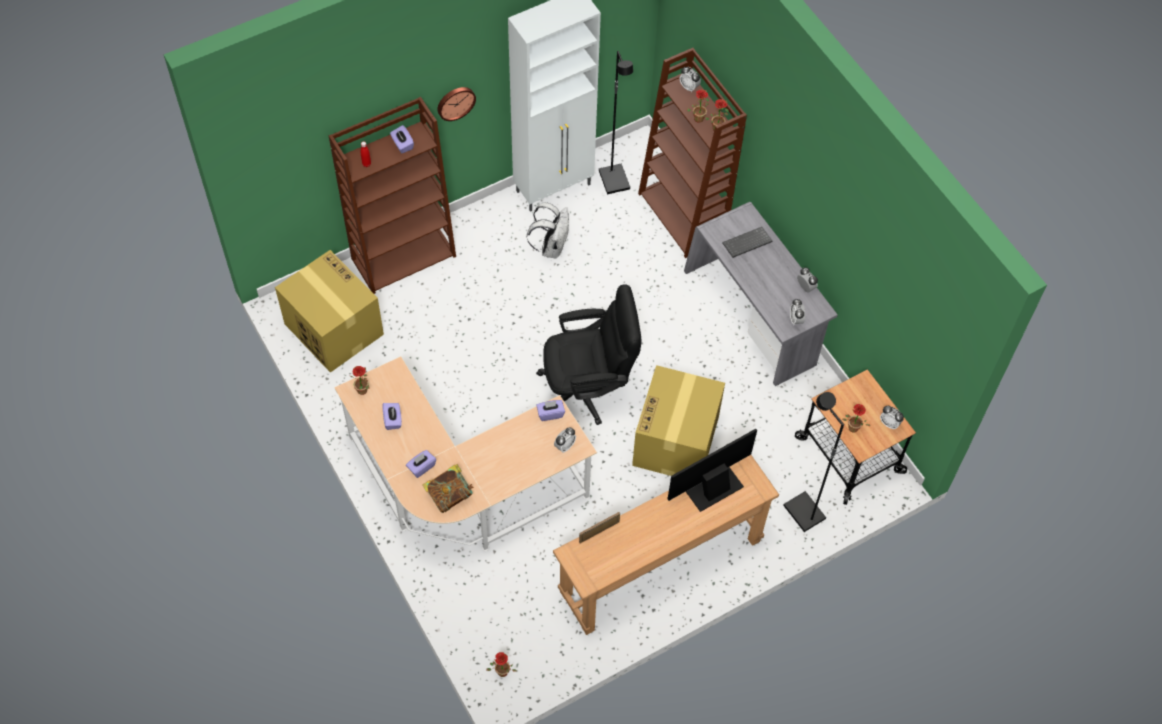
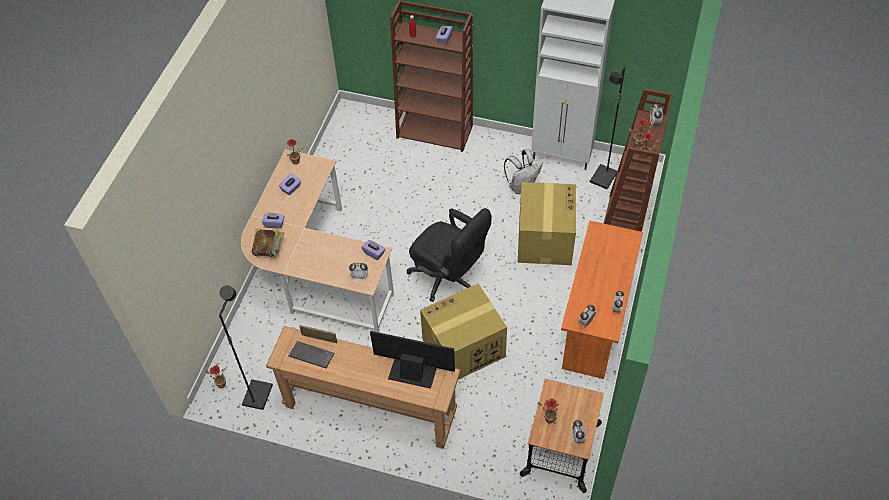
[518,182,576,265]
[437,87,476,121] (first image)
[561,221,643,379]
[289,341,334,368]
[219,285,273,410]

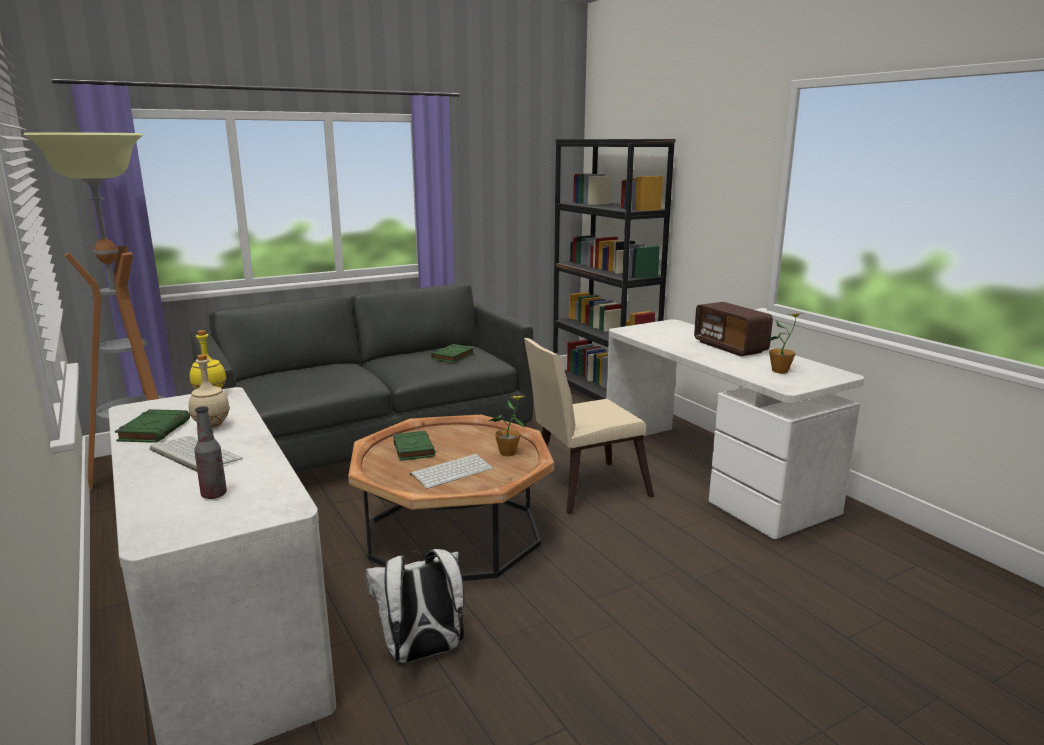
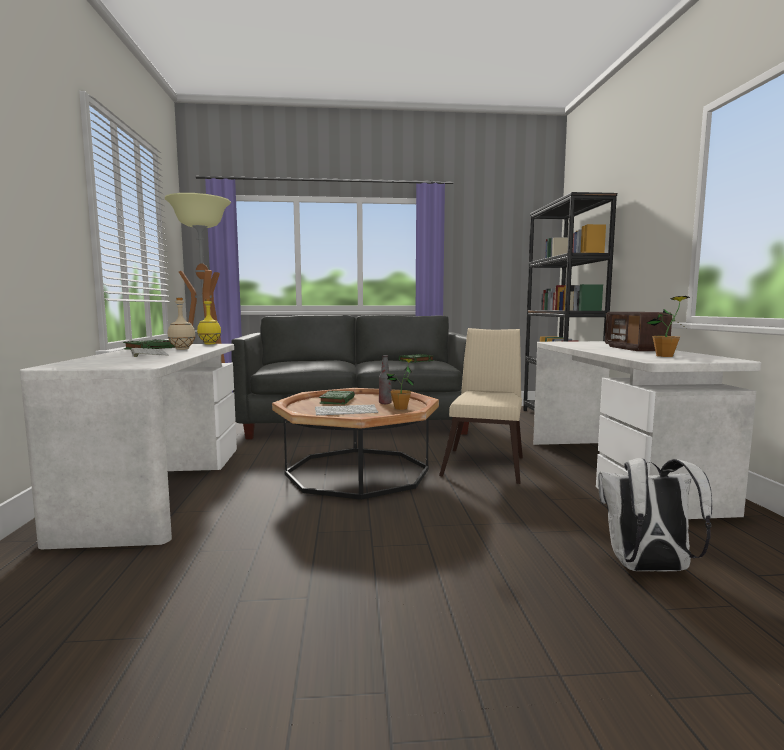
[379,355,392,404]
[598,458,712,572]
[439,328,523,484]

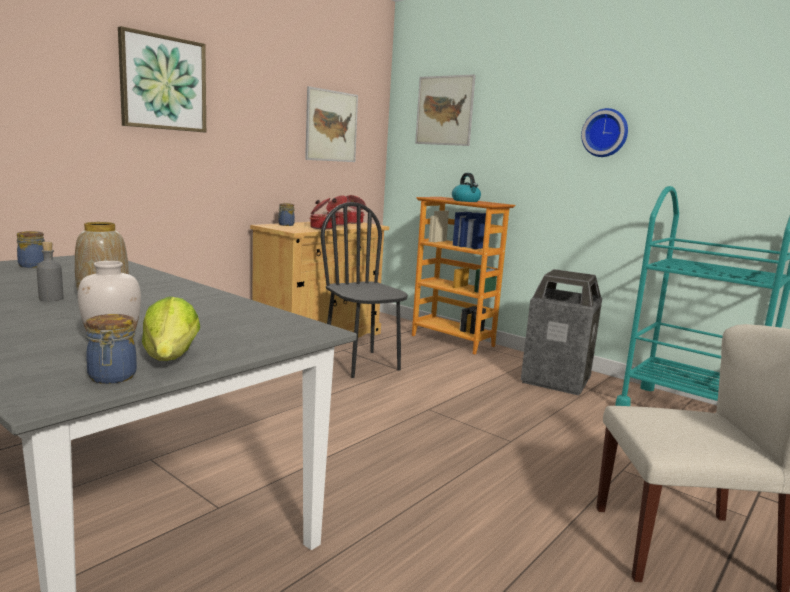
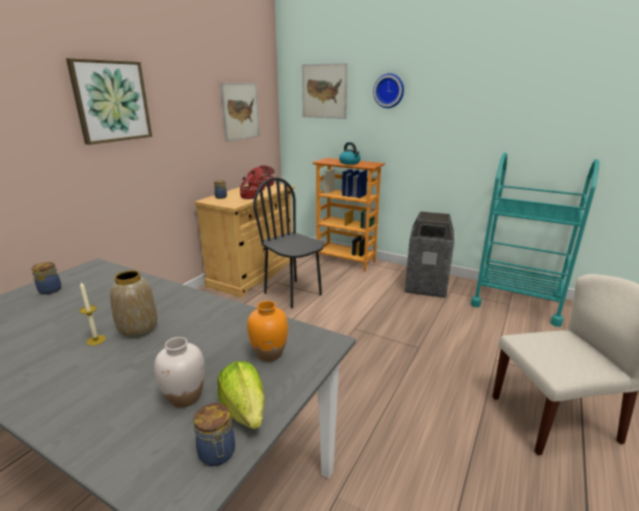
[79,282,106,346]
[373,73,404,108]
[247,301,288,362]

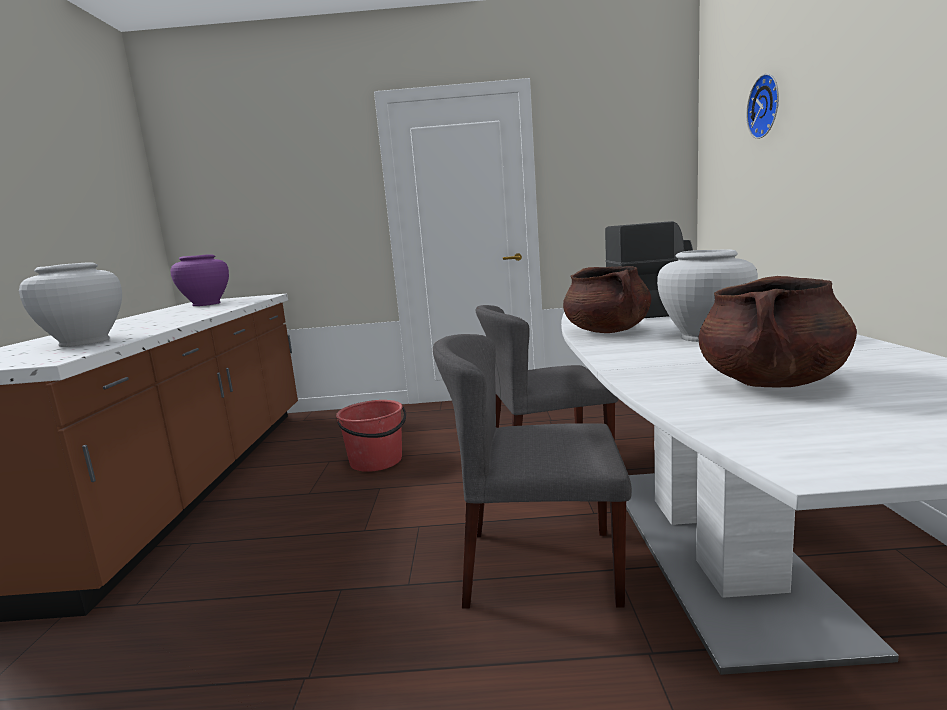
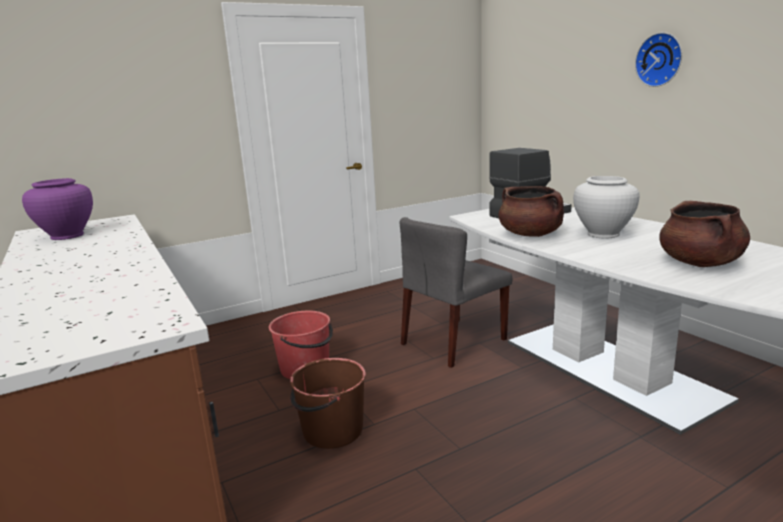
[19,262,122,347] (first image)
[433,334,632,609] (first image)
[635,32,682,87]
[290,358,366,449]

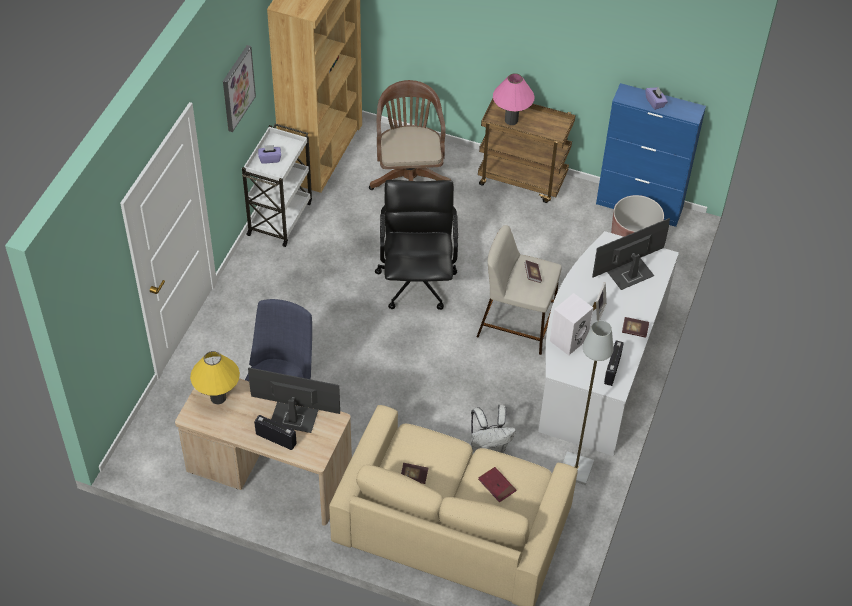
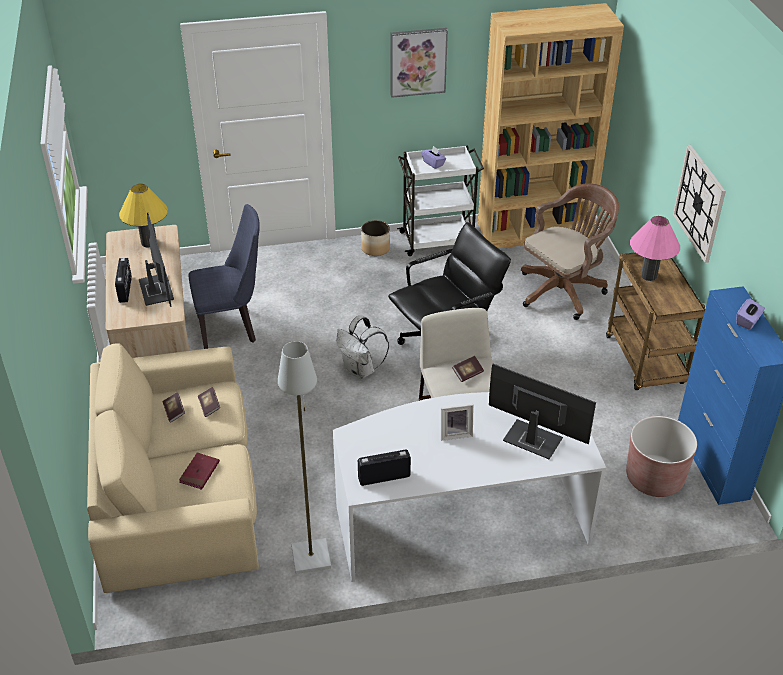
[337,315,389,379]
[550,293,593,355] (first image)
[198,387,220,417]
[361,220,390,256]
[673,145,726,263]

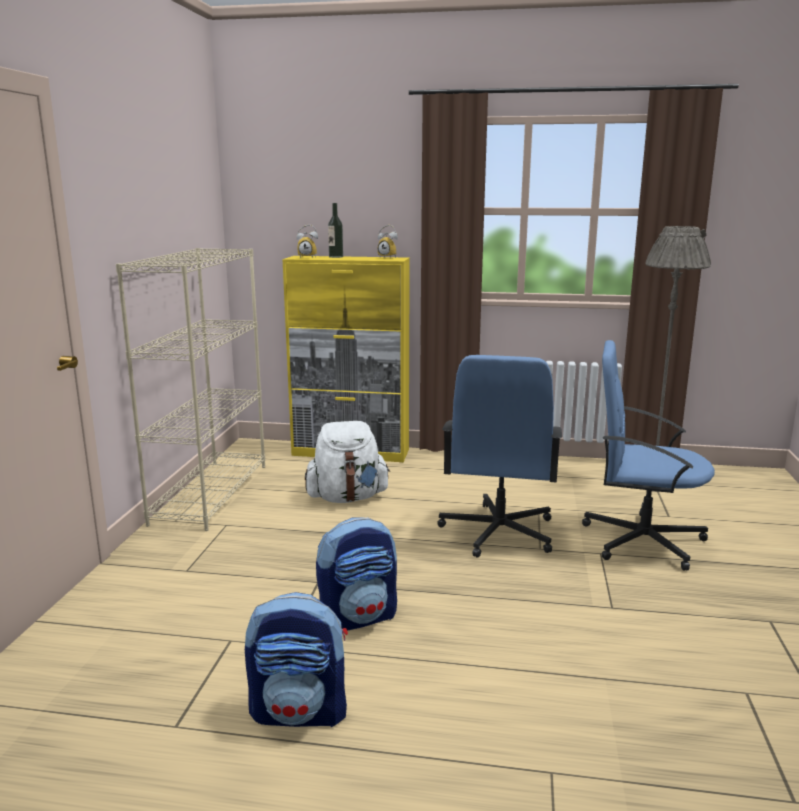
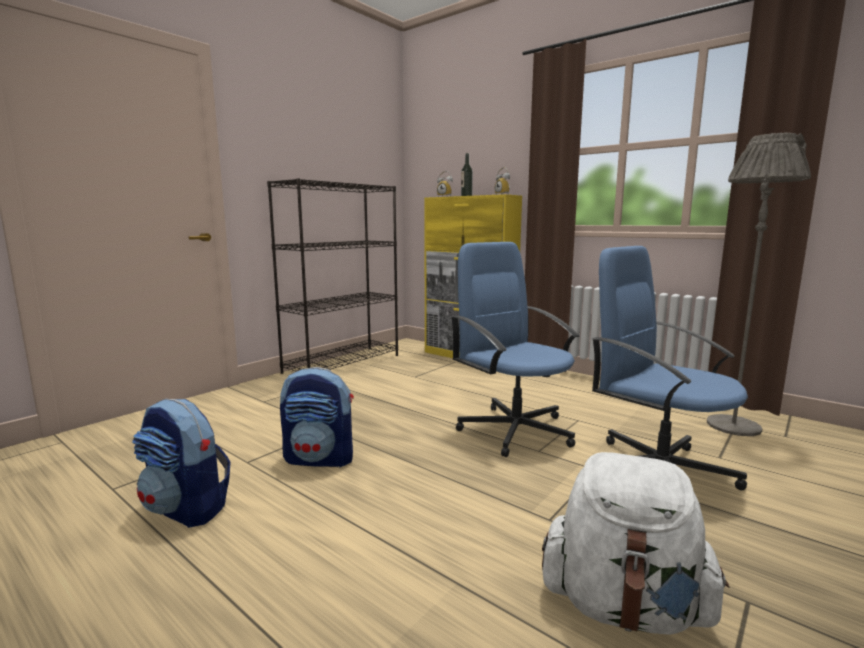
[267,178,398,374]
[542,452,730,635]
[450,242,579,457]

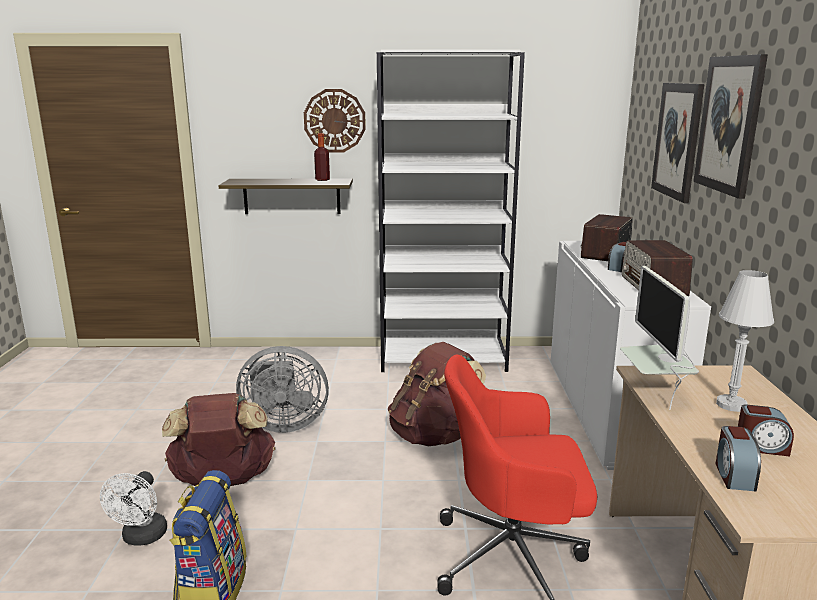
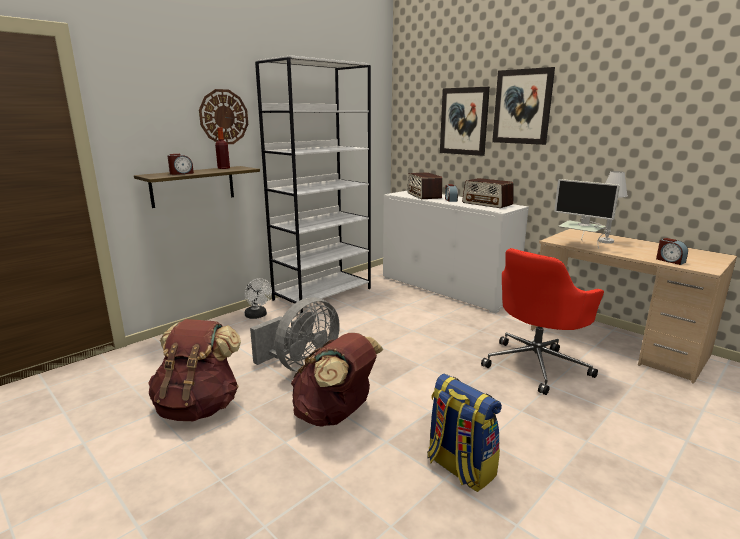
[245,278,272,319]
[148,319,241,421]
[167,154,194,175]

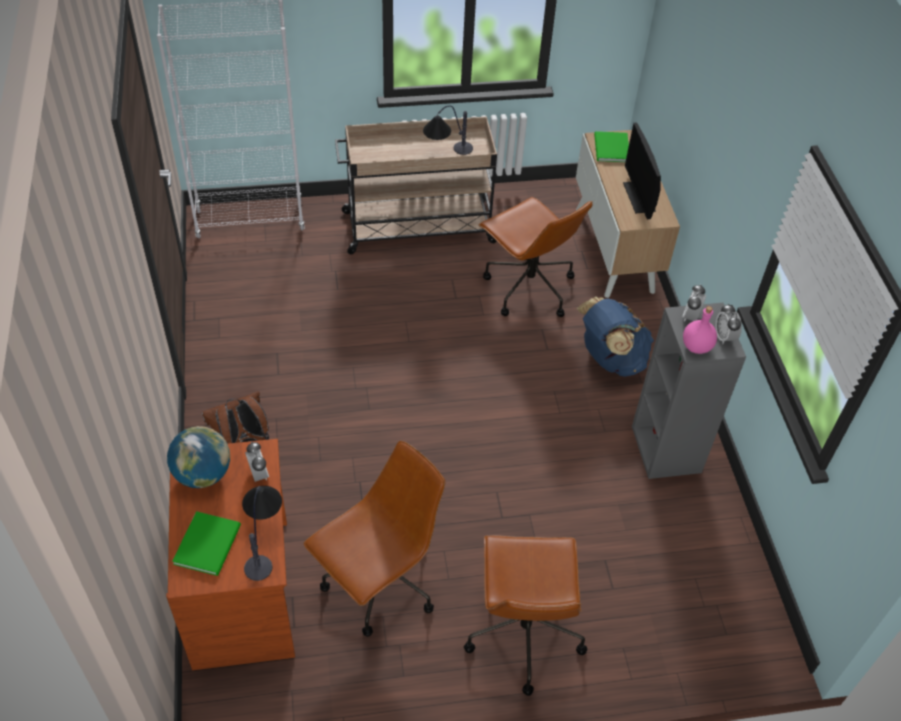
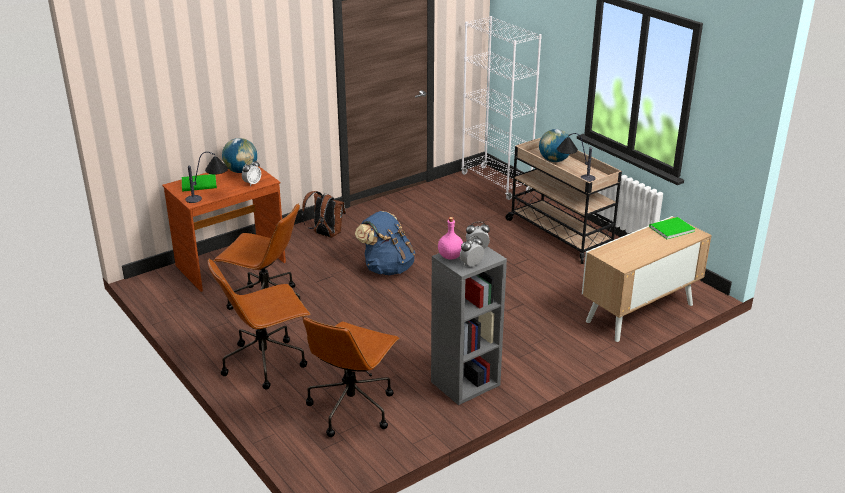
[303,317,399,437]
[355,211,415,275]
[623,123,661,219] (first image)
[539,129,571,162]

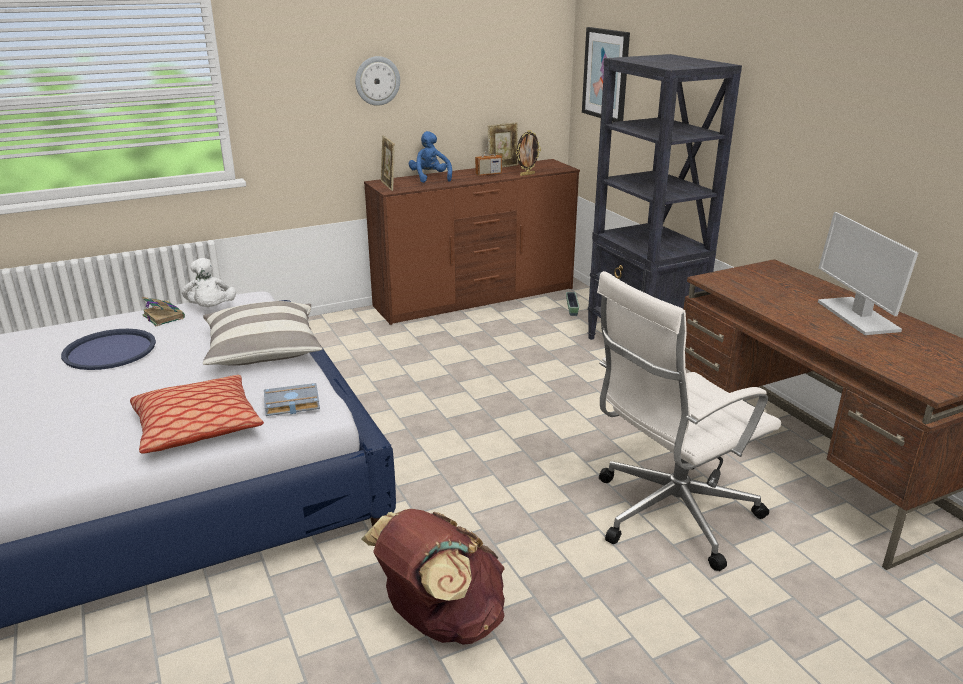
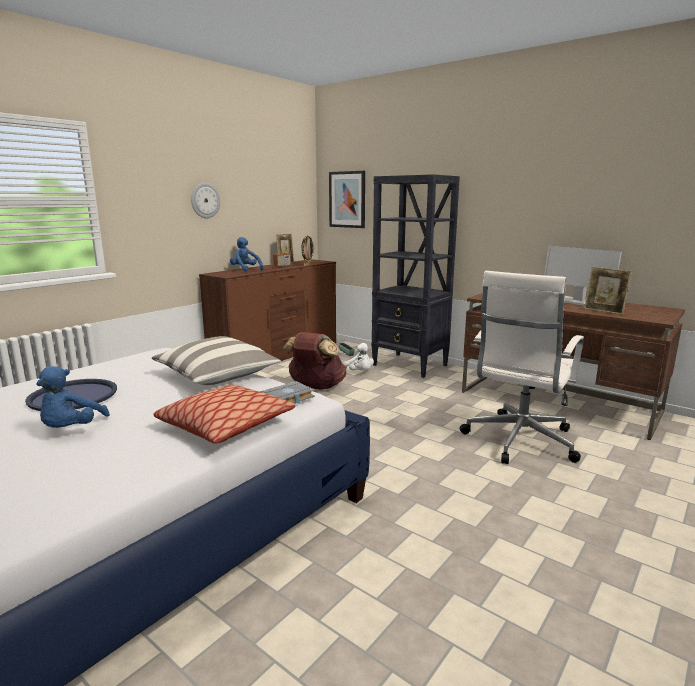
[142,297,185,326] (first image)
[344,343,374,370]
[283,332,346,389]
[584,266,632,315]
[36,366,110,428]

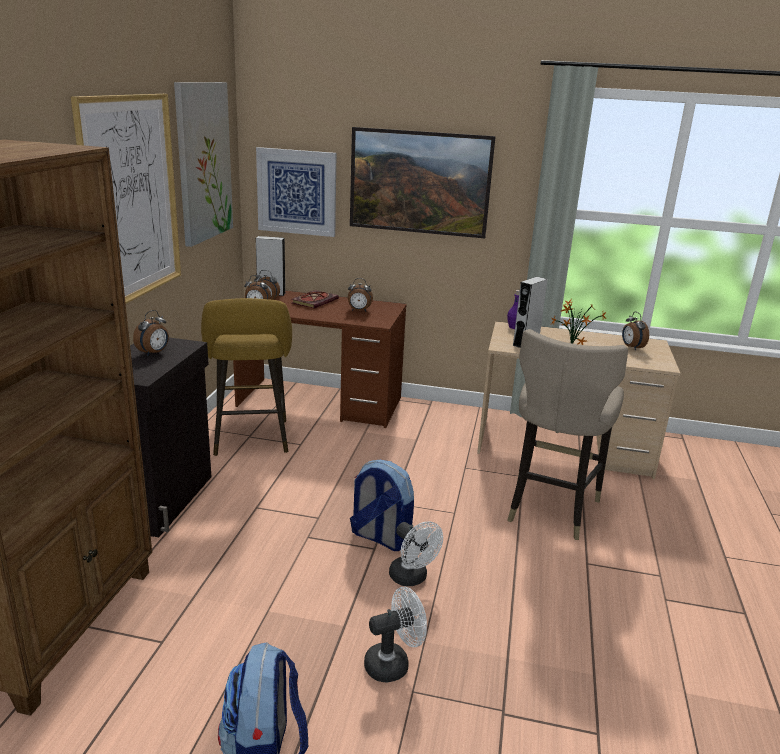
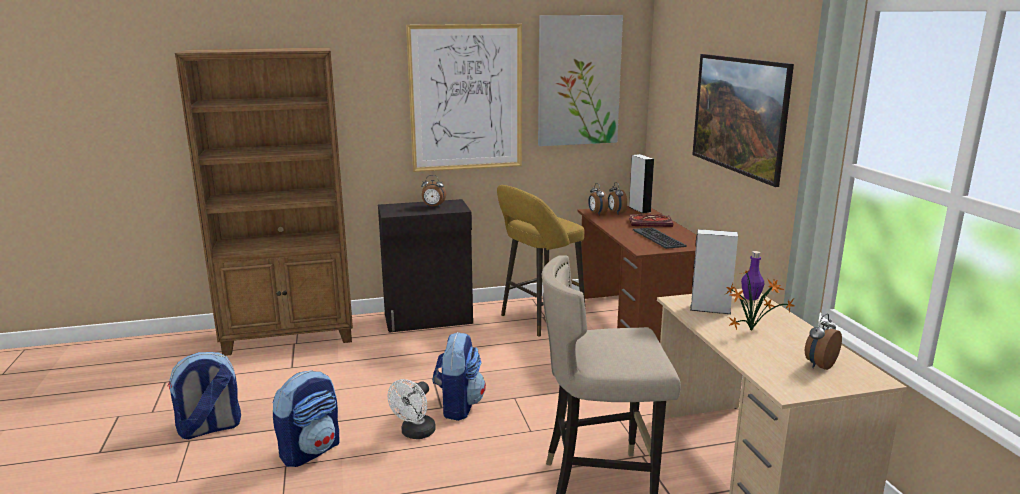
[256,147,337,237] (first image)
[633,228,687,249]
[273,370,339,467]

